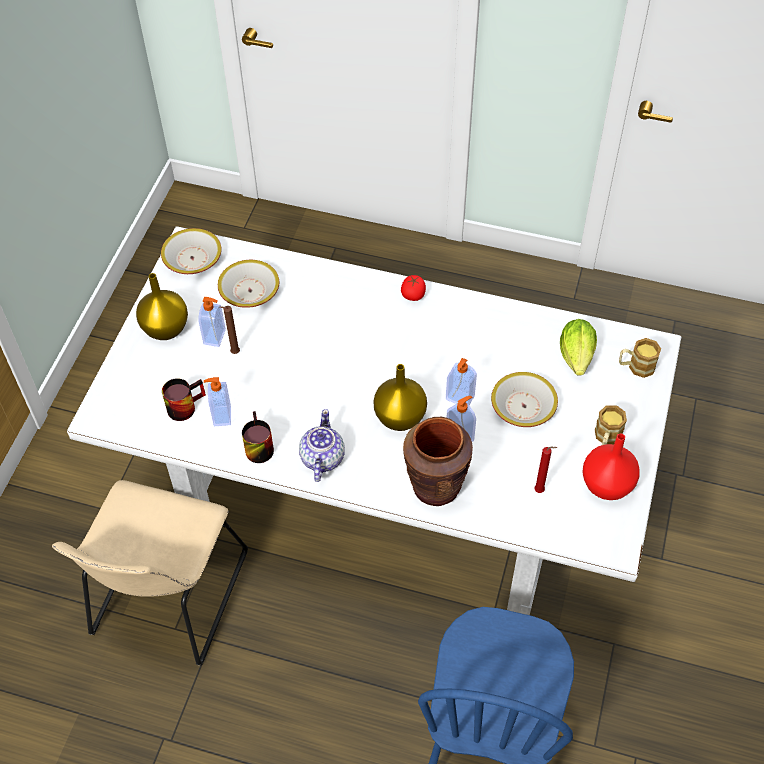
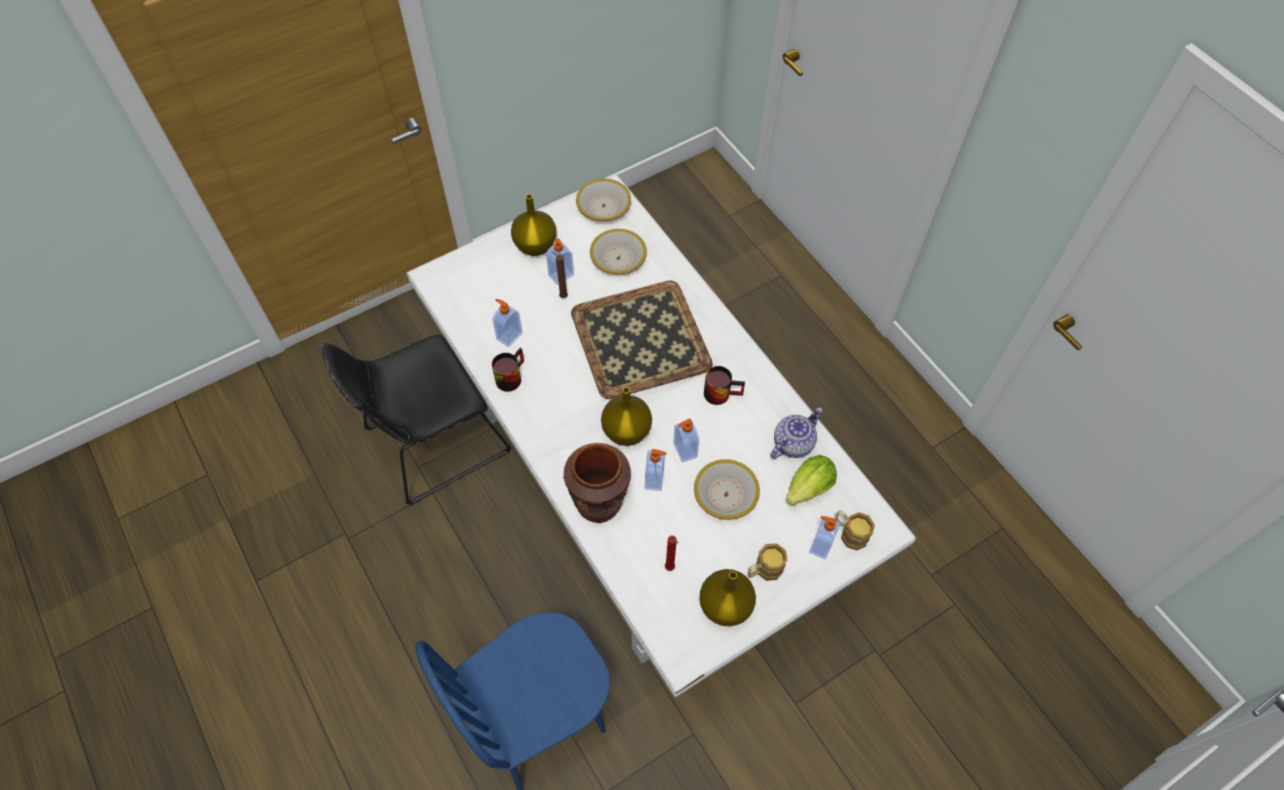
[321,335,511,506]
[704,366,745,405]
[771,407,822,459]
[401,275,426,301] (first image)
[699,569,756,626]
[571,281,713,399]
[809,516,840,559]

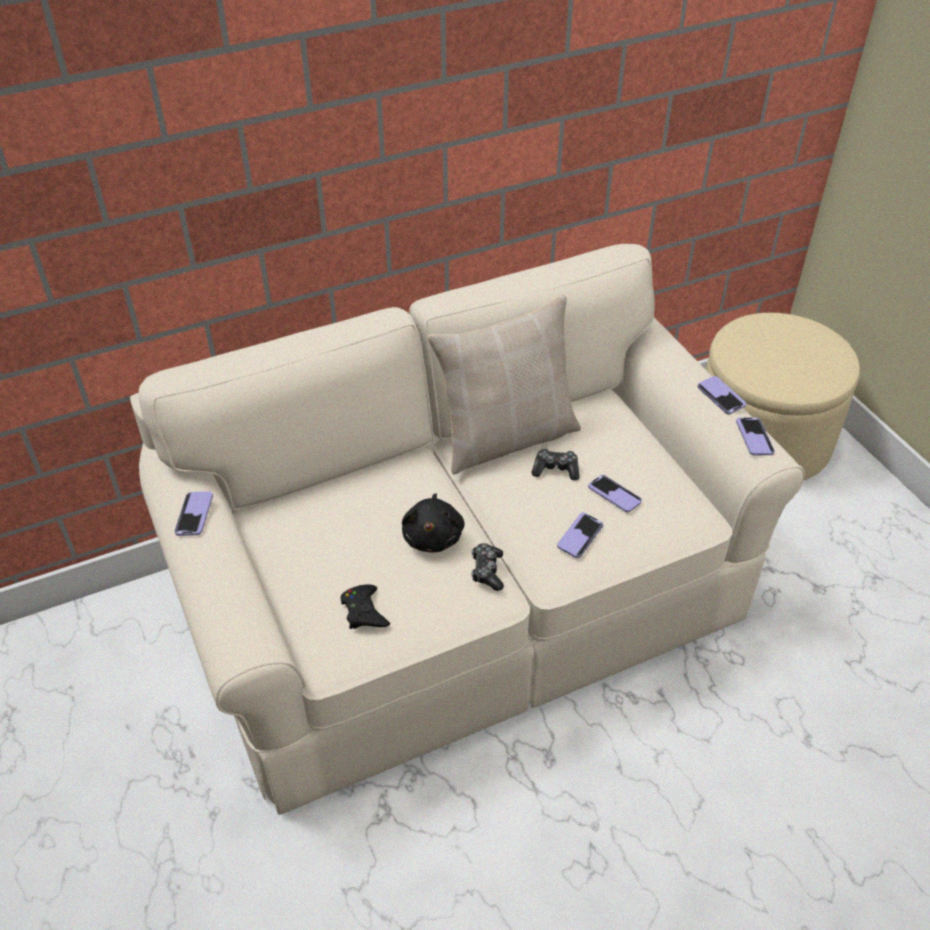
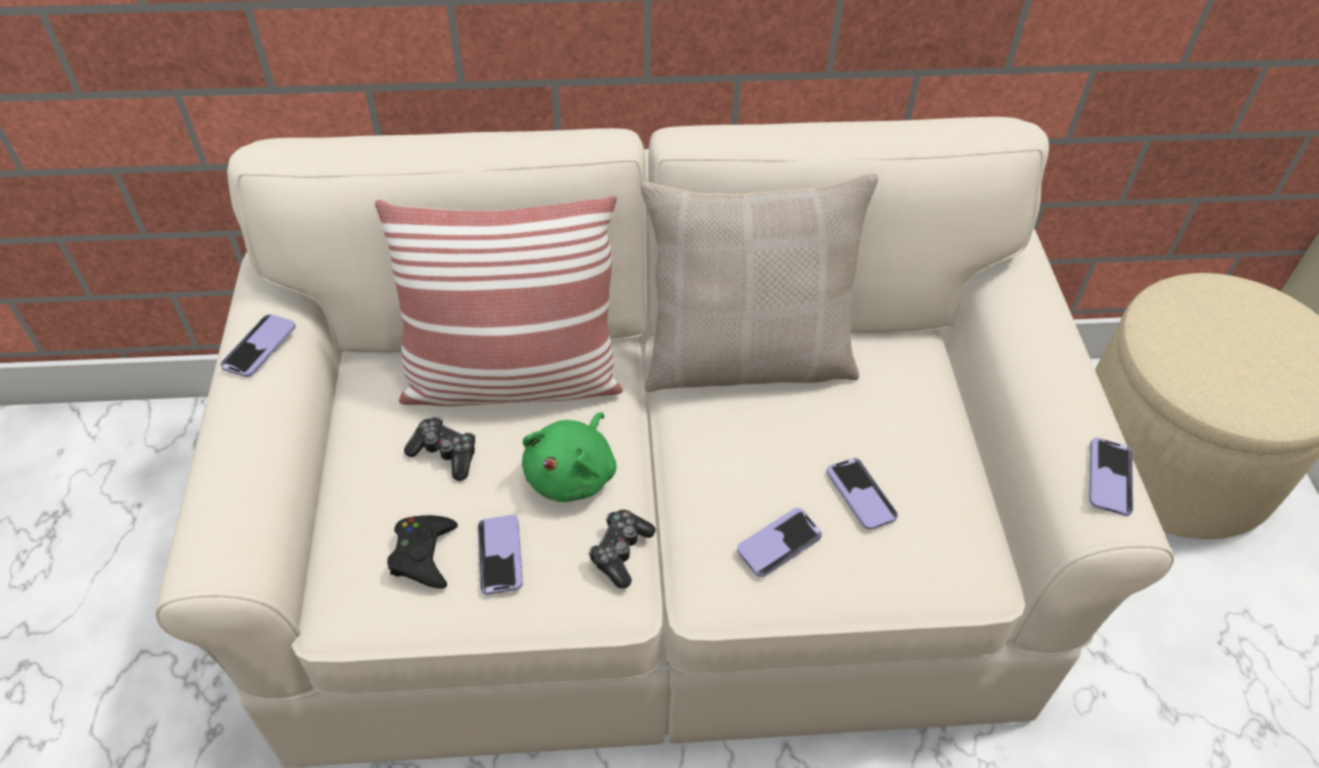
[522,412,617,502]
[404,417,475,481]
[478,515,523,595]
[375,195,623,406]

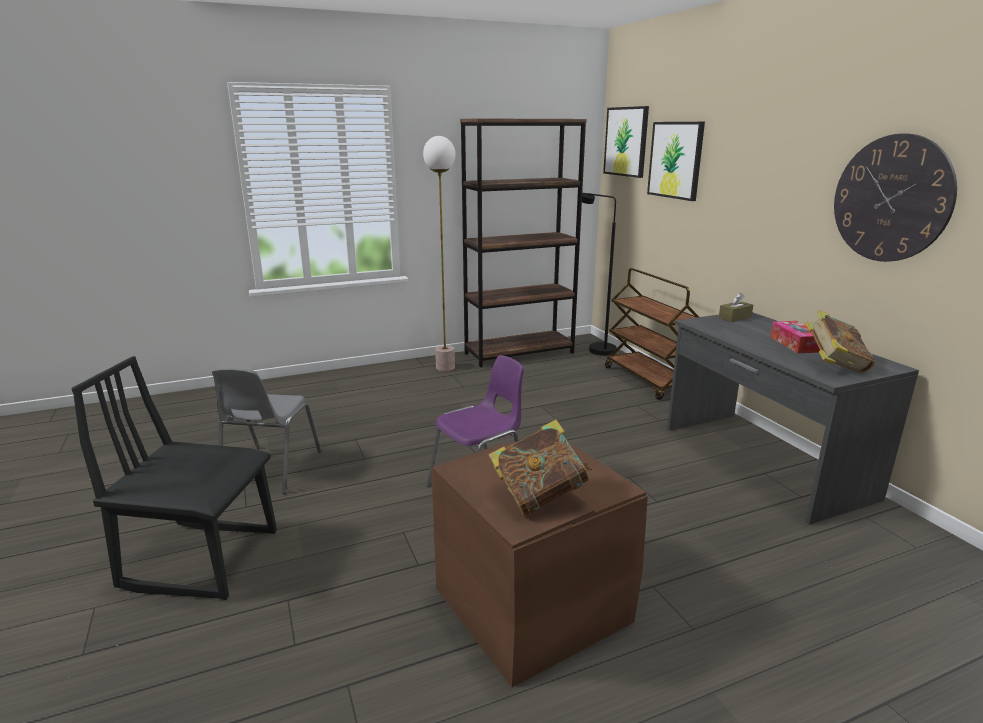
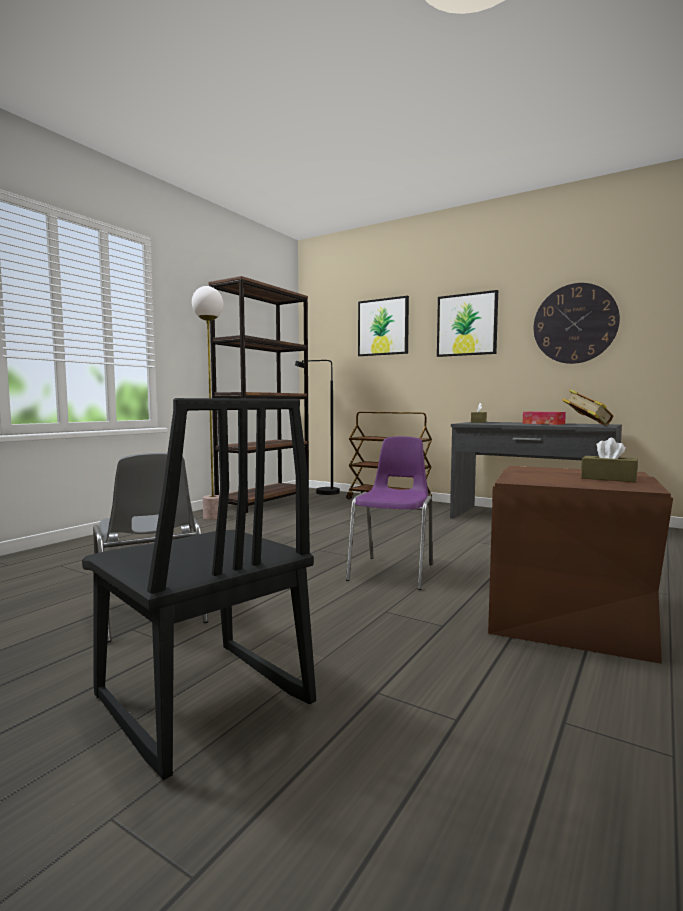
[82,398,316,780]
[581,438,638,482]
[437,290,498,357]

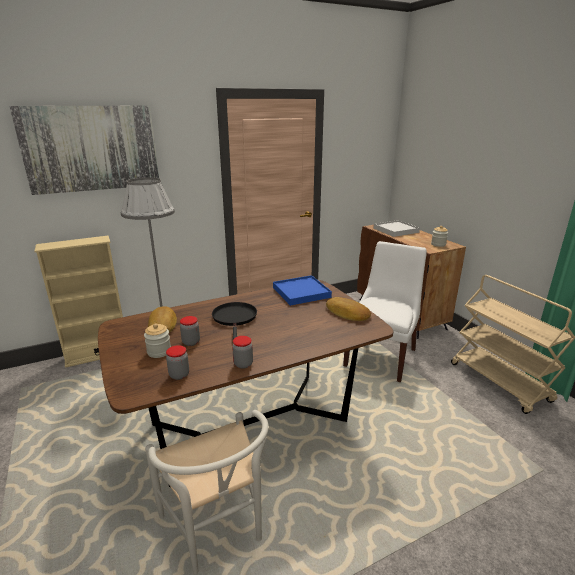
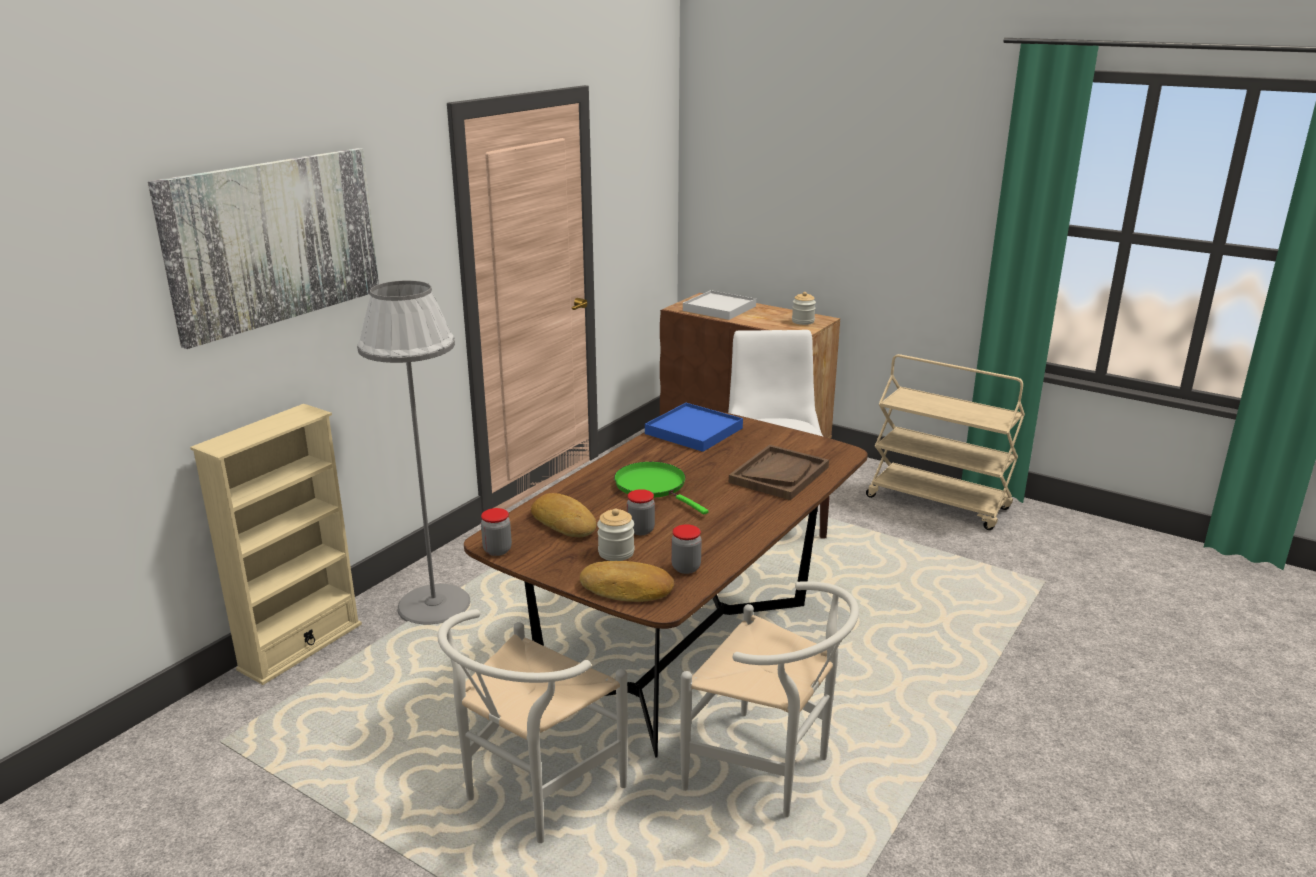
[614,462,709,515]
[481,508,512,556]
[580,561,674,602]
[437,609,628,843]
[729,445,829,500]

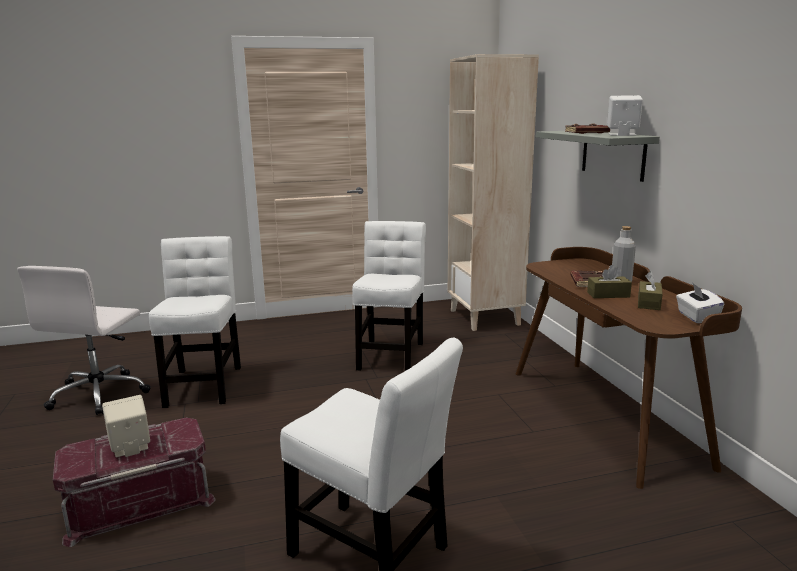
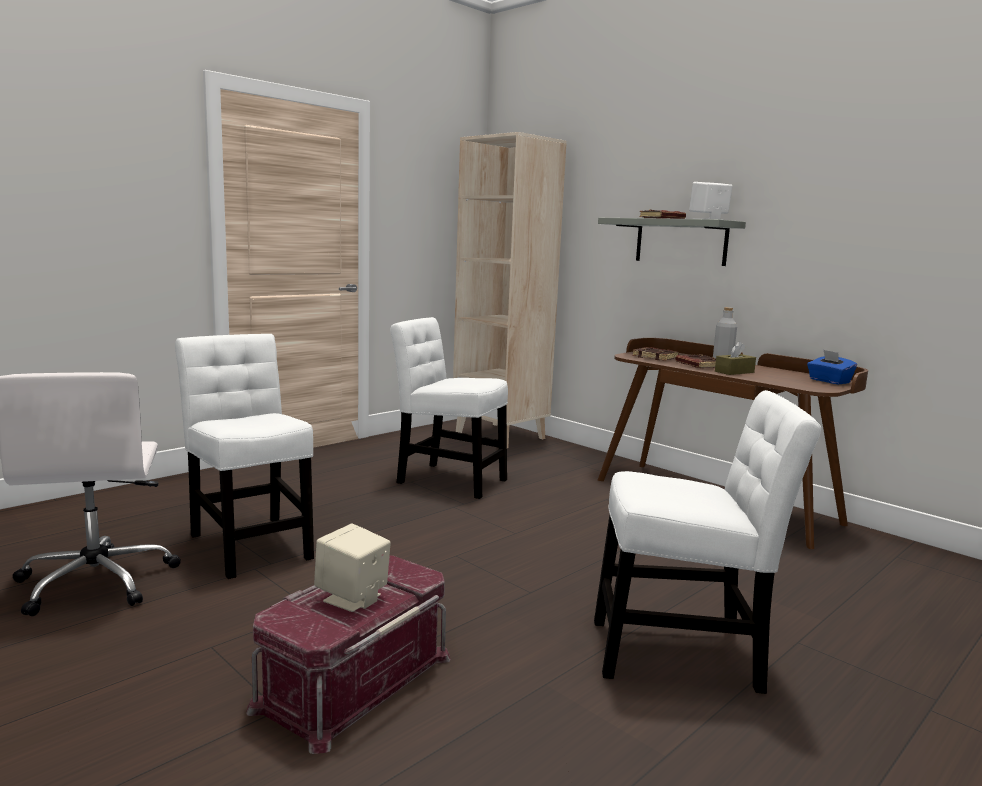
[390,317,508,499]
[638,271,663,310] (first image)
[807,350,857,384]
[632,347,679,361]

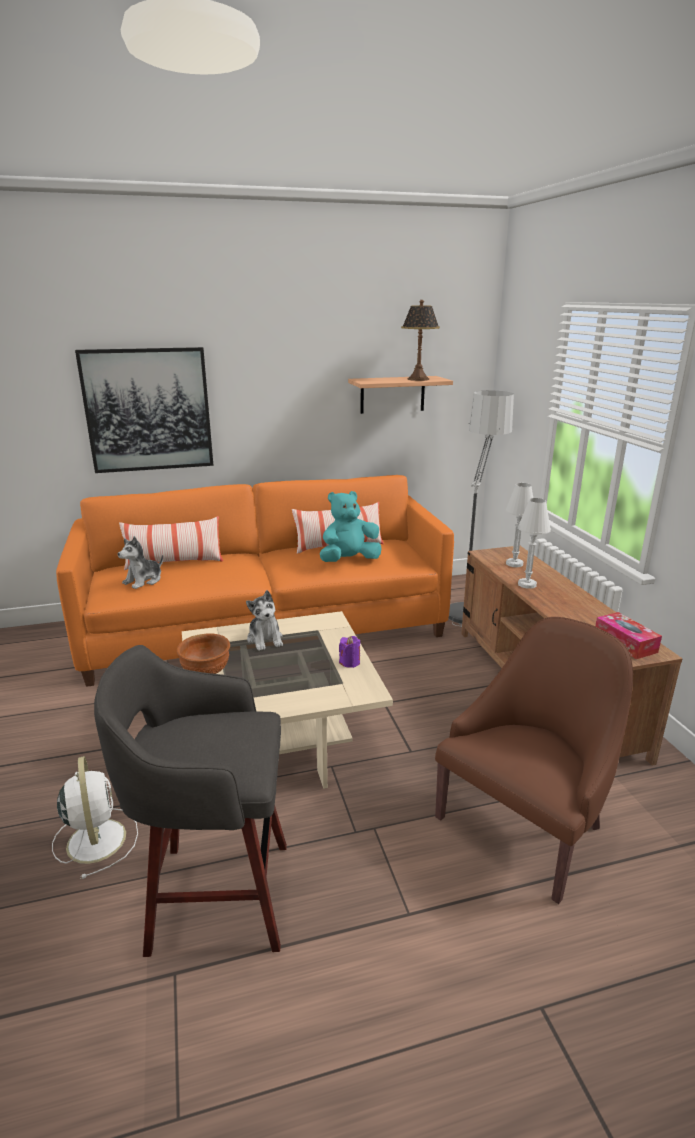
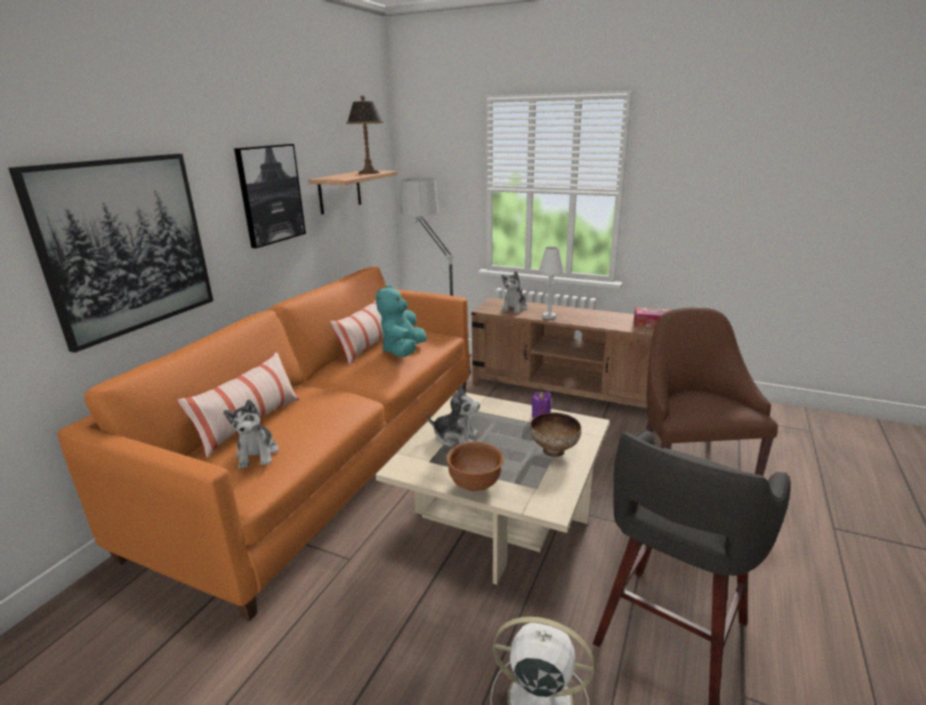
[501,271,527,314]
[234,144,306,248]
[530,412,581,457]

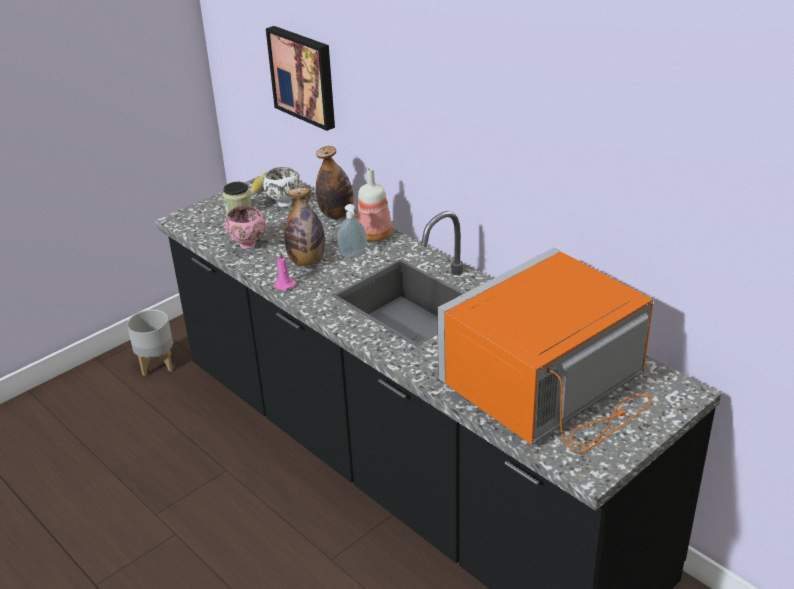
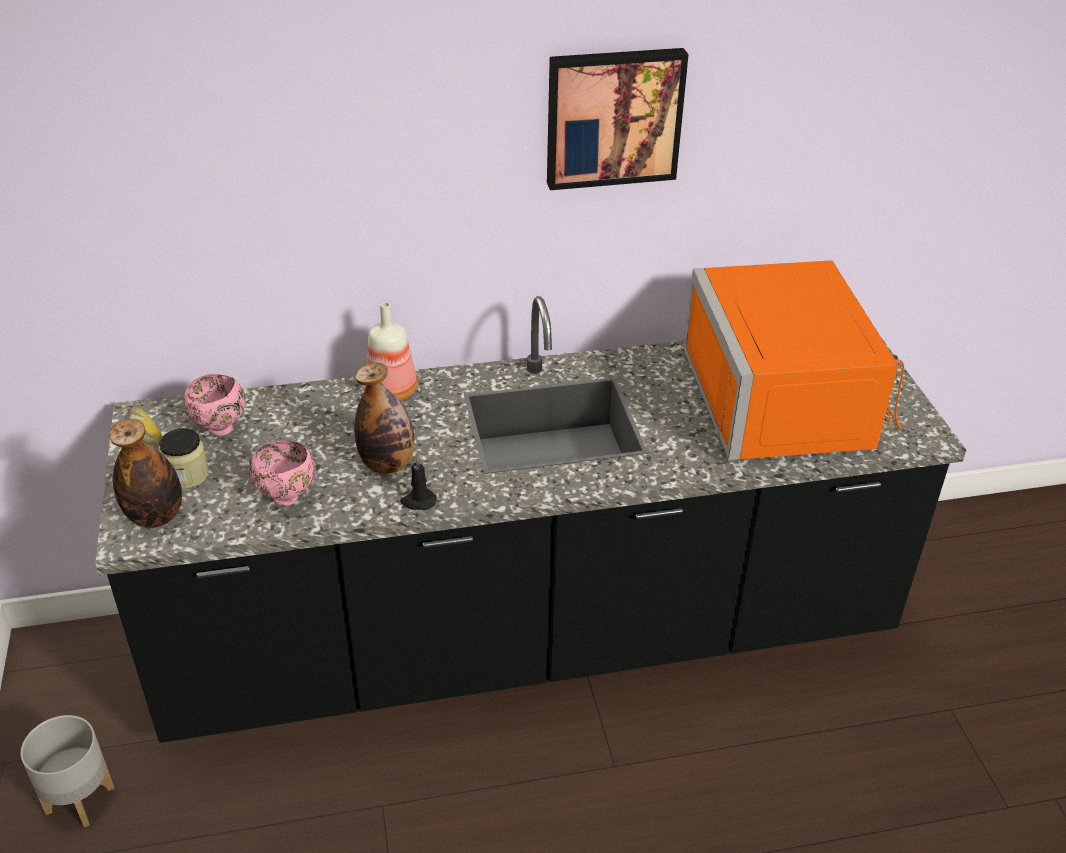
[183,374,246,436]
[547,48,689,190]
[400,457,437,510]
[109,419,182,527]
[337,204,367,257] (first image)

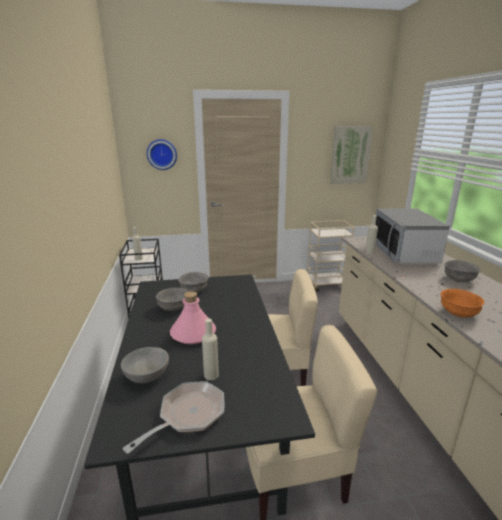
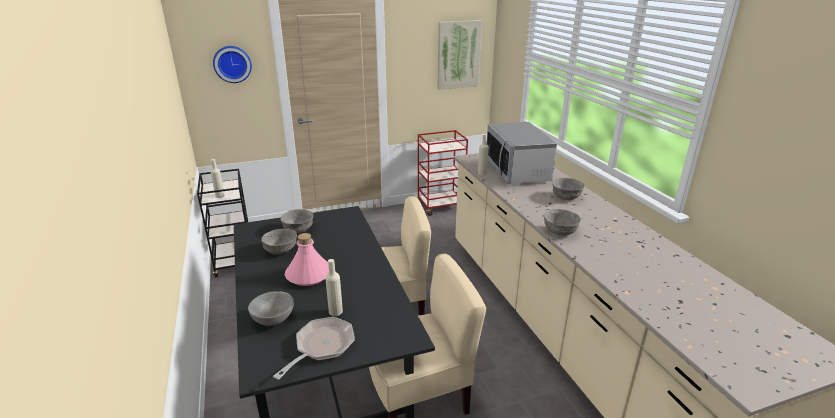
[417,130,468,216]
[544,209,581,236]

